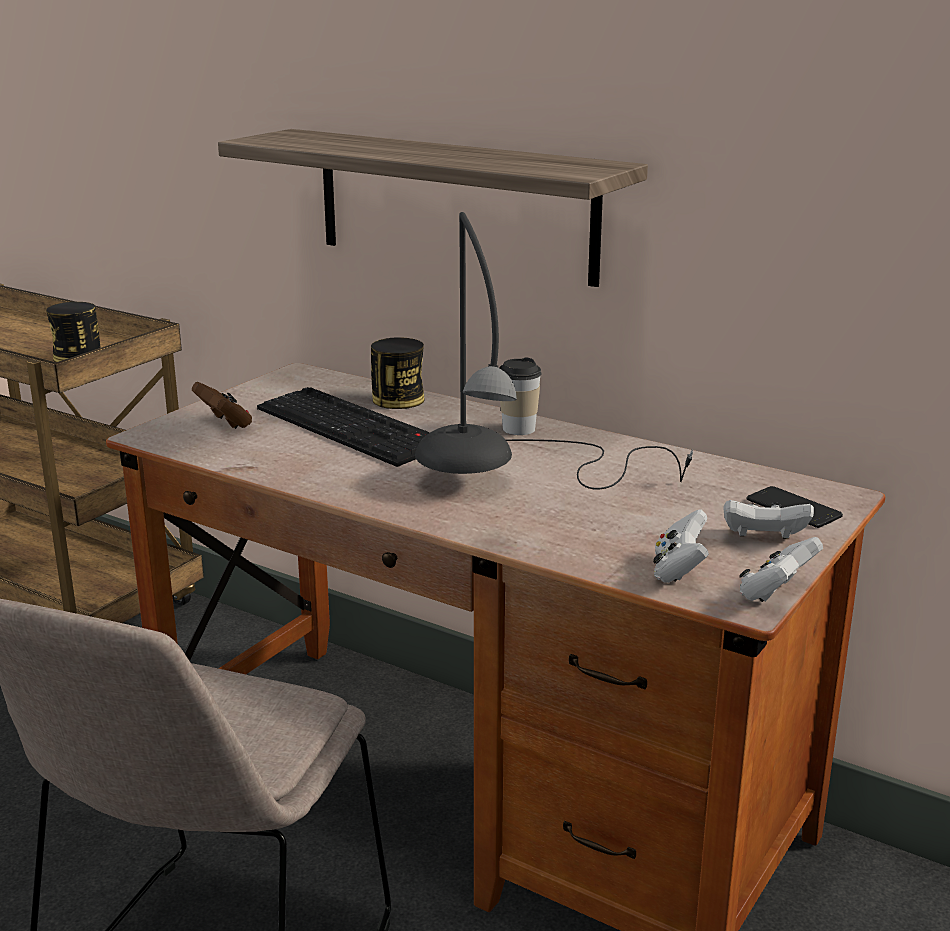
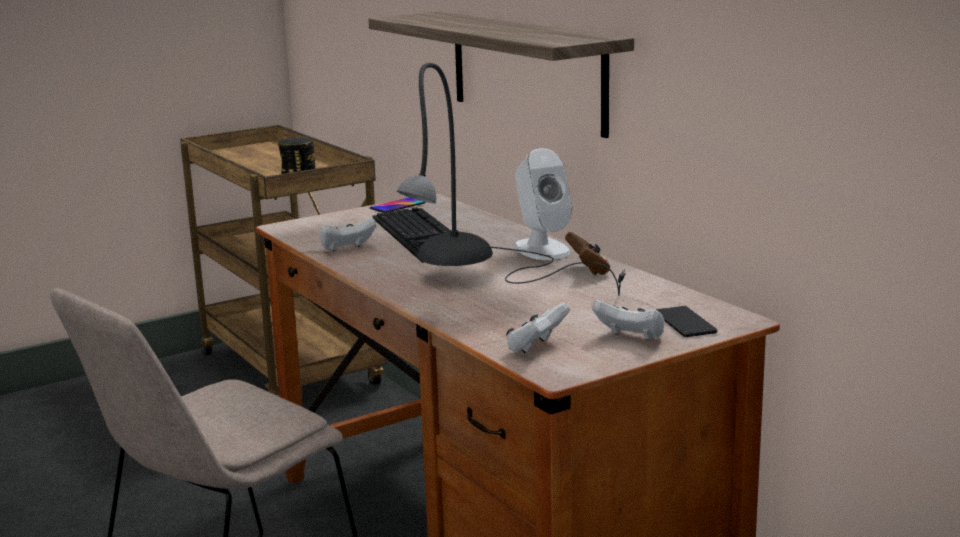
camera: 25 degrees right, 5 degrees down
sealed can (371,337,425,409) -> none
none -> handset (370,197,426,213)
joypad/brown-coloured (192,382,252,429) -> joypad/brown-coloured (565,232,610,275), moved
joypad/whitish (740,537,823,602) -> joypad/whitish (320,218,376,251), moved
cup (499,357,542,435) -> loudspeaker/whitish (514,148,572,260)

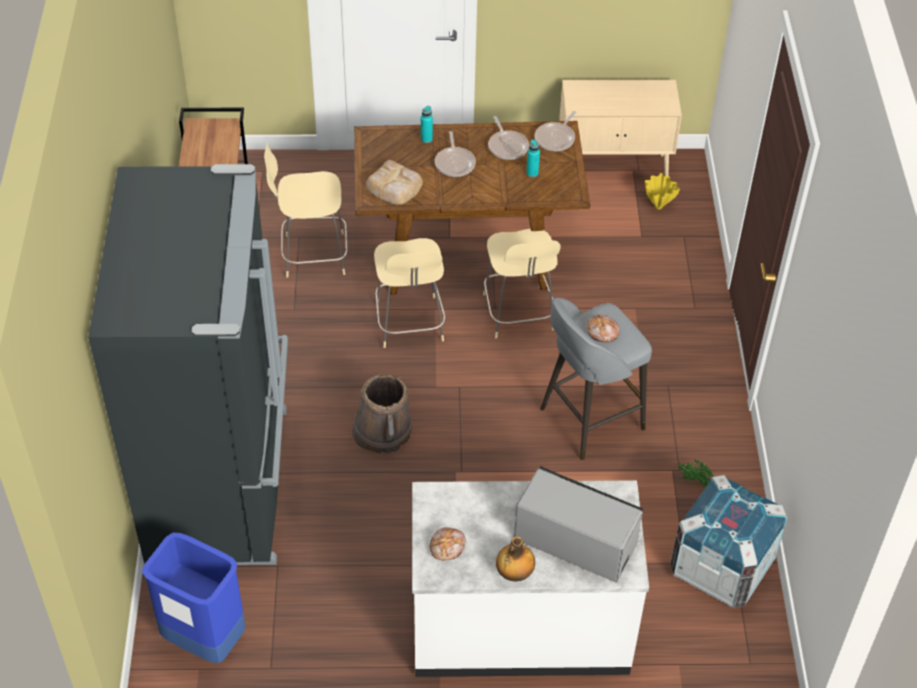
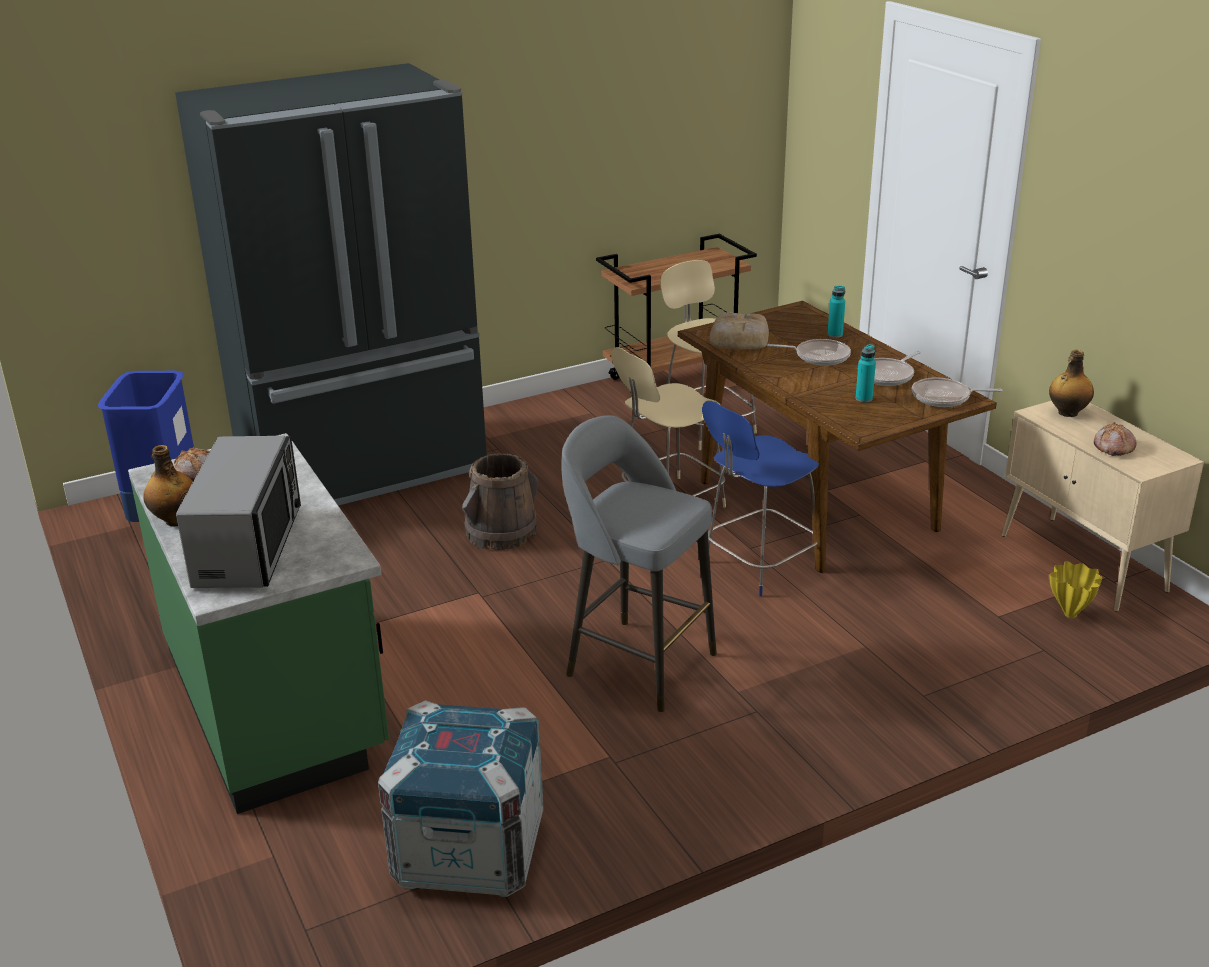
camera: 65 degrees right, 20 degrees down
houseplant (677,459,714,488) -> none
none -> drink bottle (1049,350,1094,417)
baked bread (586,315,619,342) -> baked bread (1094,422,1137,456), moved
counter/whitish (412,480,649,677) -> counter/greenish (128,433,389,814)
plain chair/sand-coloured (483,228,561,338) -> plain chair/blue (702,401,819,596)
pan (435,131,476,177) -> pan (767,339,851,366), 135 degrees counterclockwise

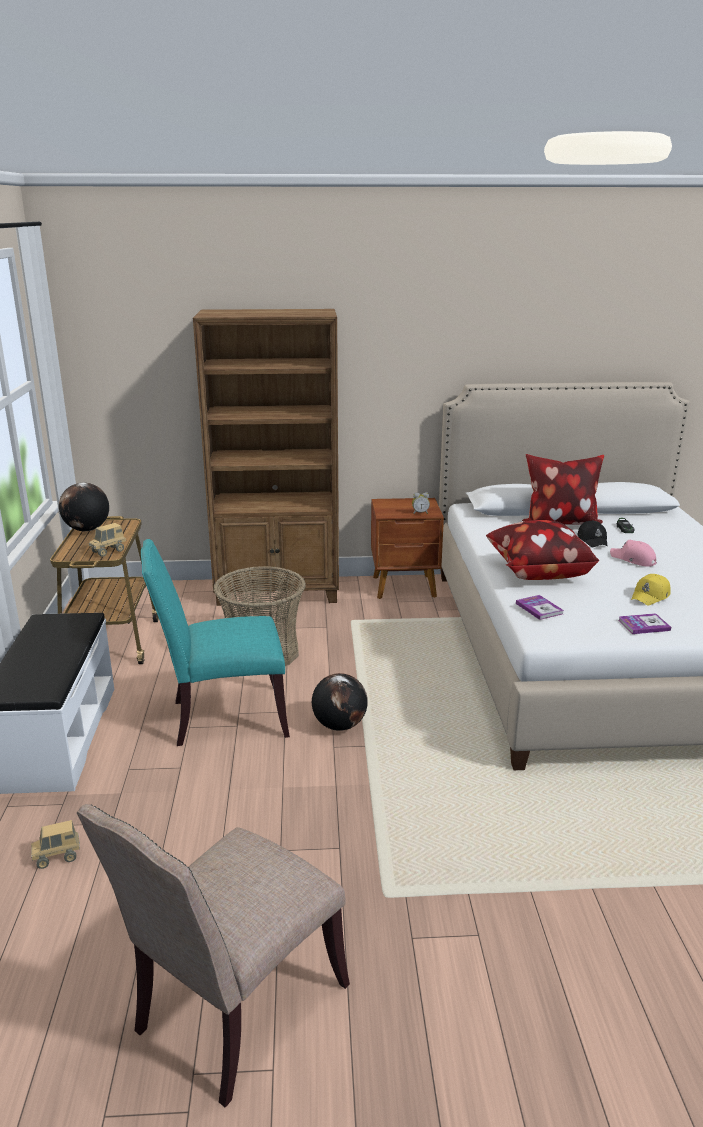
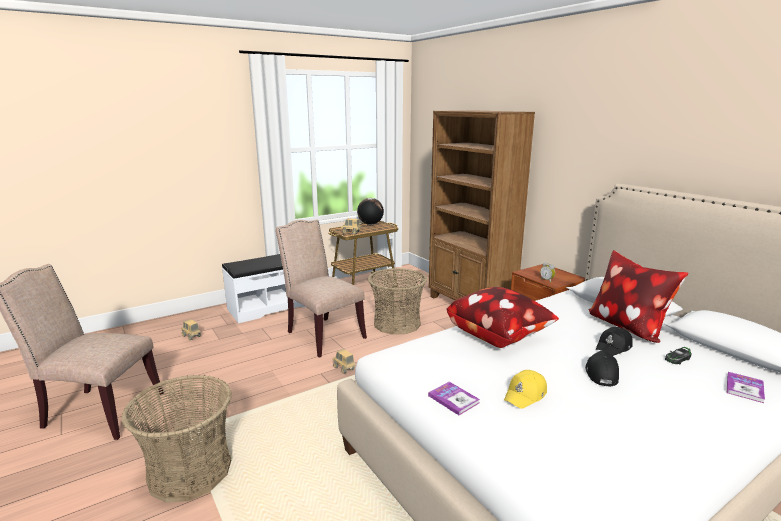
camera: 60 degrees right, 5 degrees down
none -> basket (122,375,232,503)
volume (516,595,564,620) -> volume (727,372,765,403), moved
world globe (312,673,368,731) -> model truck (333,349,356,374)
plain chair/turquoise-coloured (141,539,290,746) -> plain chair/sand-coloured (276,220,367,357)
peaked cap/pink (610,540,657,567) -> peaked cap/black (585,350,619,387)
peaked cap/yellow-coloured (631,574,671,605) -> peaked cap/yellow-coloured (504,370,547,409), 60 degrees counterclockwise

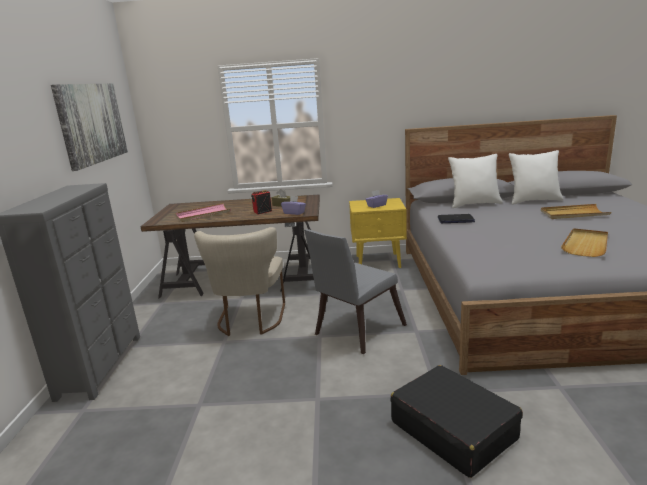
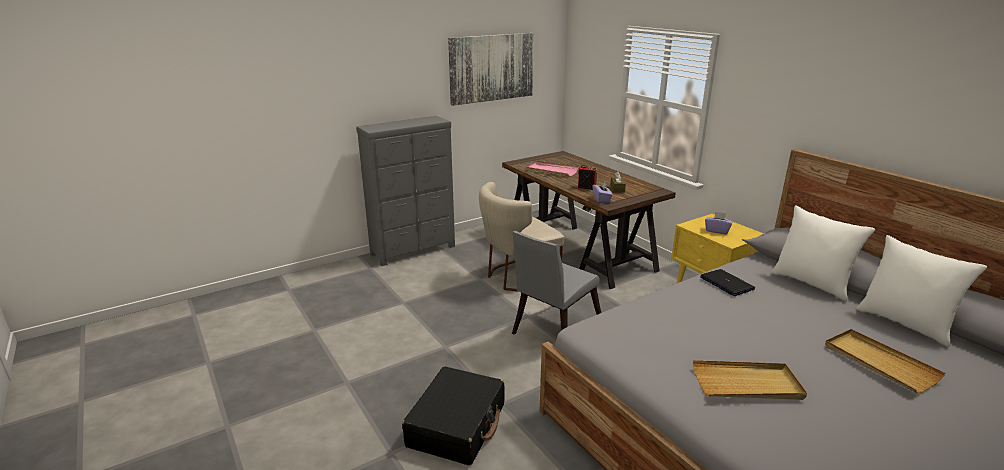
camera: 55 degrees right, 5 degrees up
plain chair/gray (304,229,407,354) -> plain chair/gray (512,231,601,334), 60 degrees counterclockwise

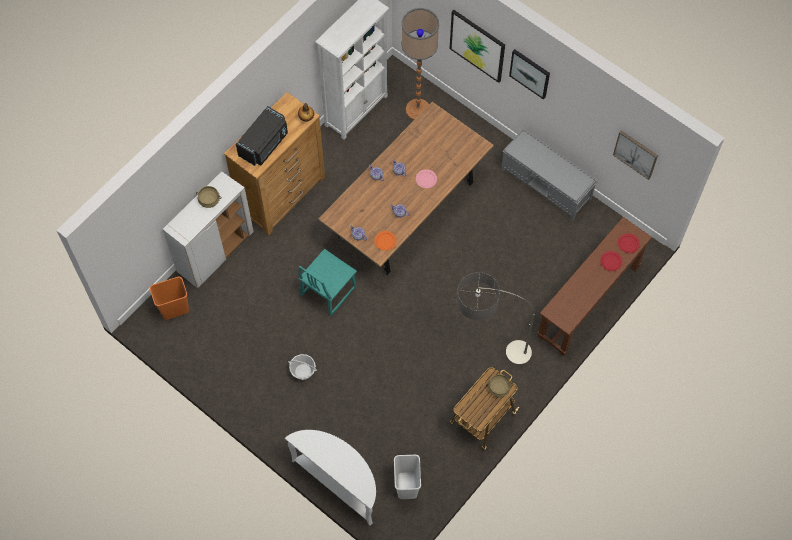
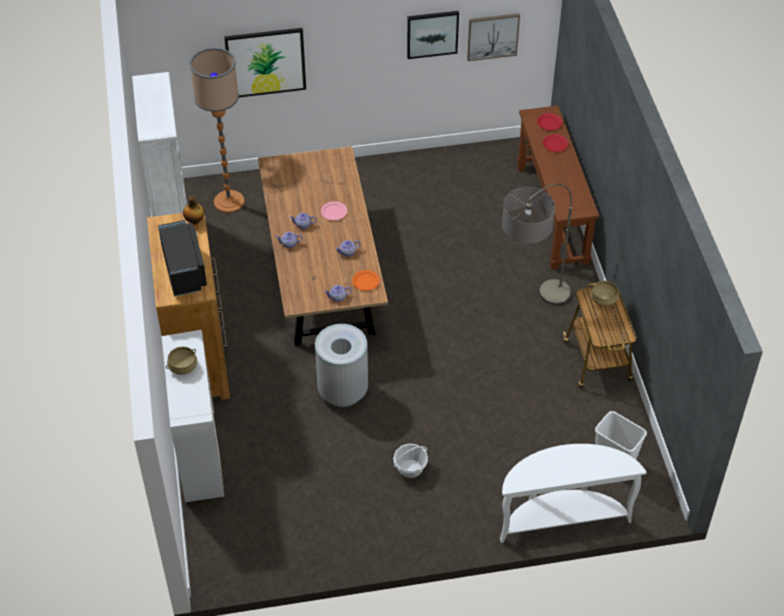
camera: 50 degrees left, 15 degrees down
waste bin/orange-coloured (150,277,189,320) -> none
bench/gray (501,129,597,220) -> none
picture (509,49,550,100) -> picture (407,11,459,59), moved
plain chair/turquoise-coloured (298,249,357,316) -> waste bin/gray (315,324,368,407)

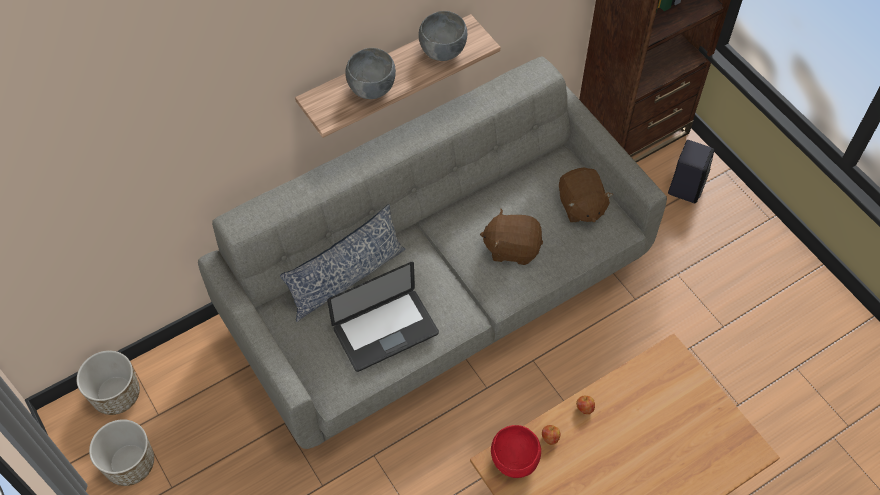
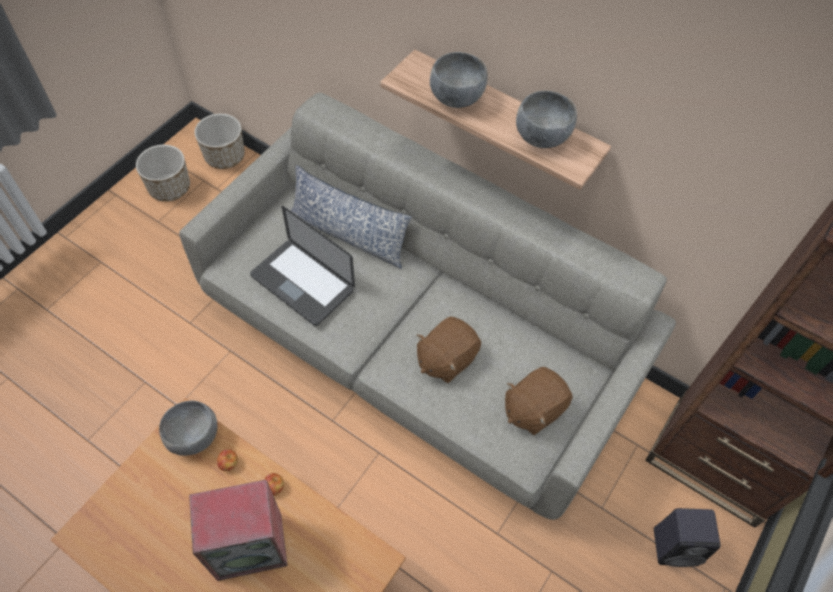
camera: 65 degrees right, 0 degrees up
none -> loudspeaker (189,480,288,581)
serving bowl/reddish (491,425,541,478) -> serving bowl/gray (159,401,217,456)
plush toy/brown-coloured (480,208,543,265) -> plush toy/brown-coloured (417,317,481,383), 120 degrees counterclockwise

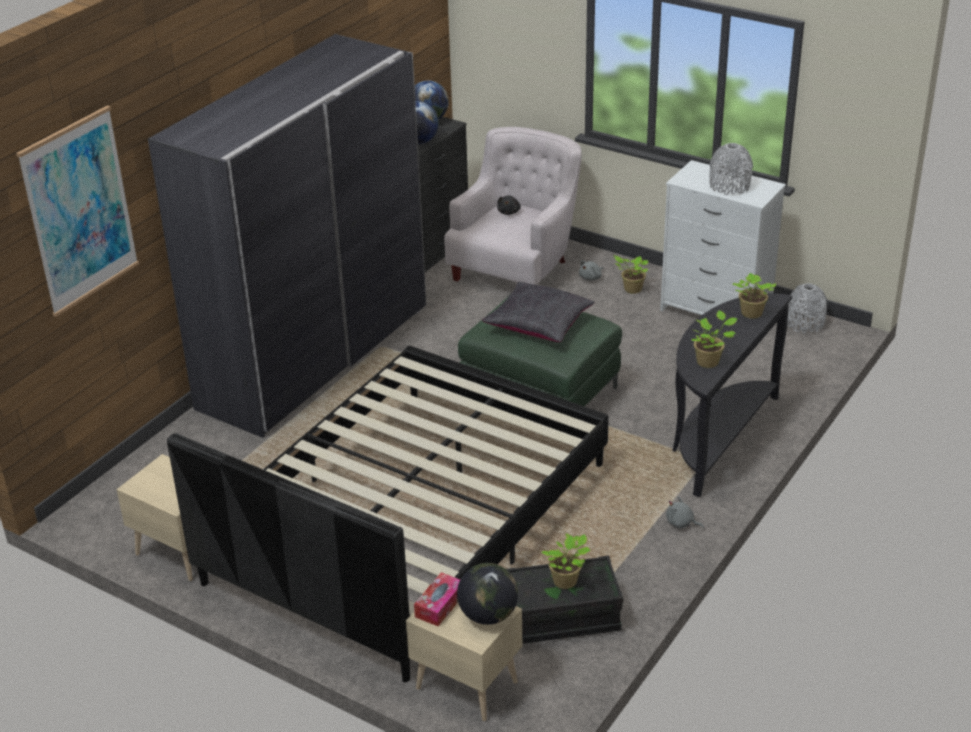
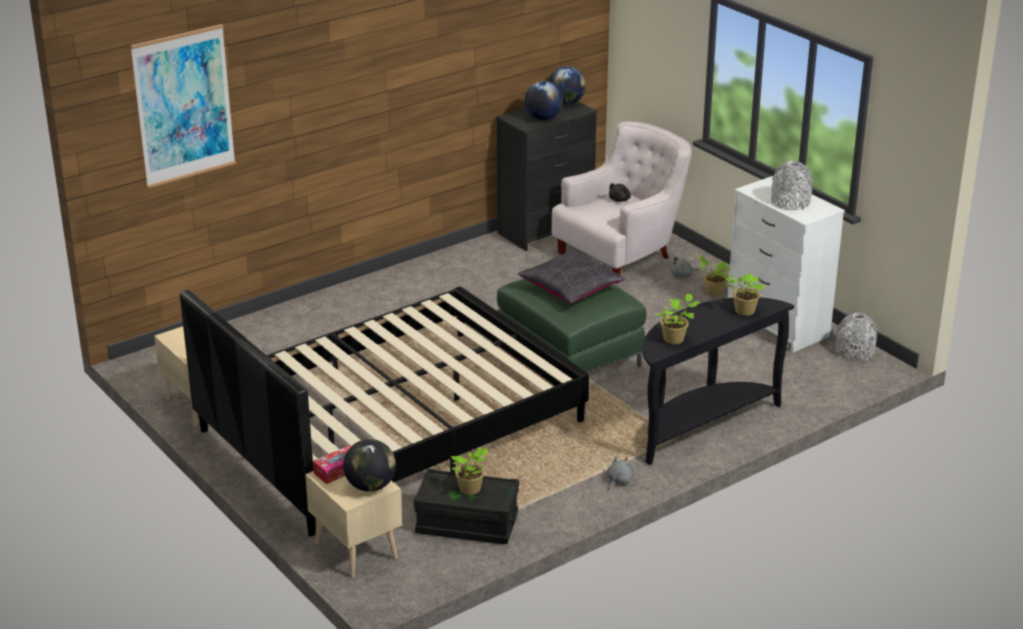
camera: 20 degrees right, 5 degrees down
wardrobe/gray (148,34,427,438) -> none
plush toy/gray (666,496,704,529) -> plush toy/gray (606,455,634,490), 75 degrees clockwise

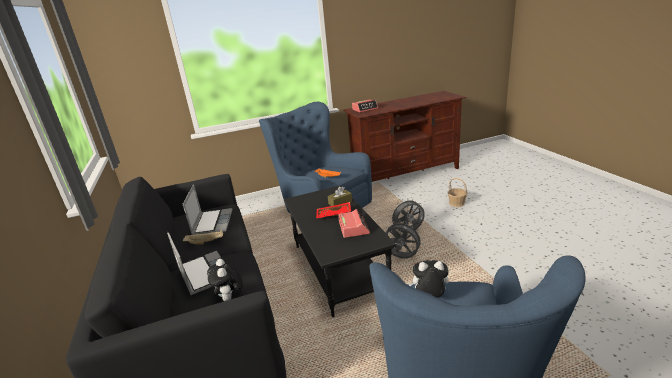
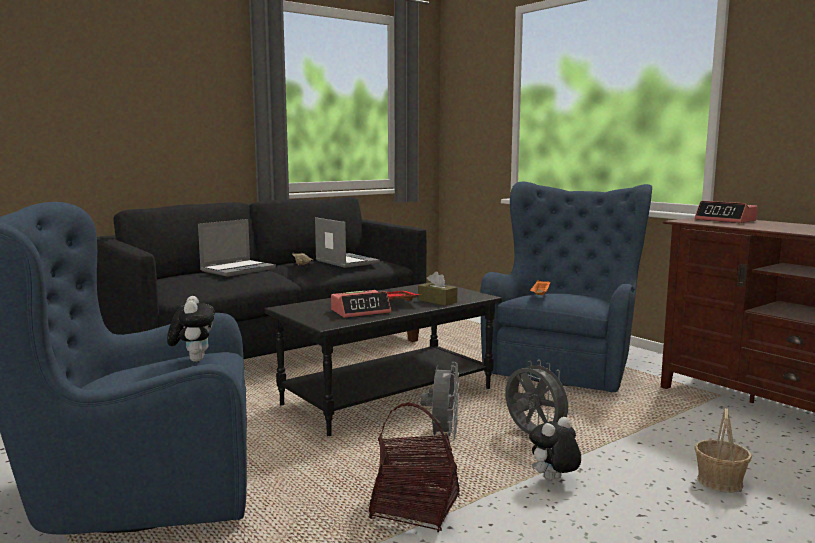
camera: 70 degrees right, 15 degrees down
none -> basket (369,403,460,532)
plush toy (207,259,243,301) -> plush toy (529,417,581,481), moved
notebook computer (183,184,232,235) -> notebook computer (315,217,380,268), 105 degrees counterclockwise

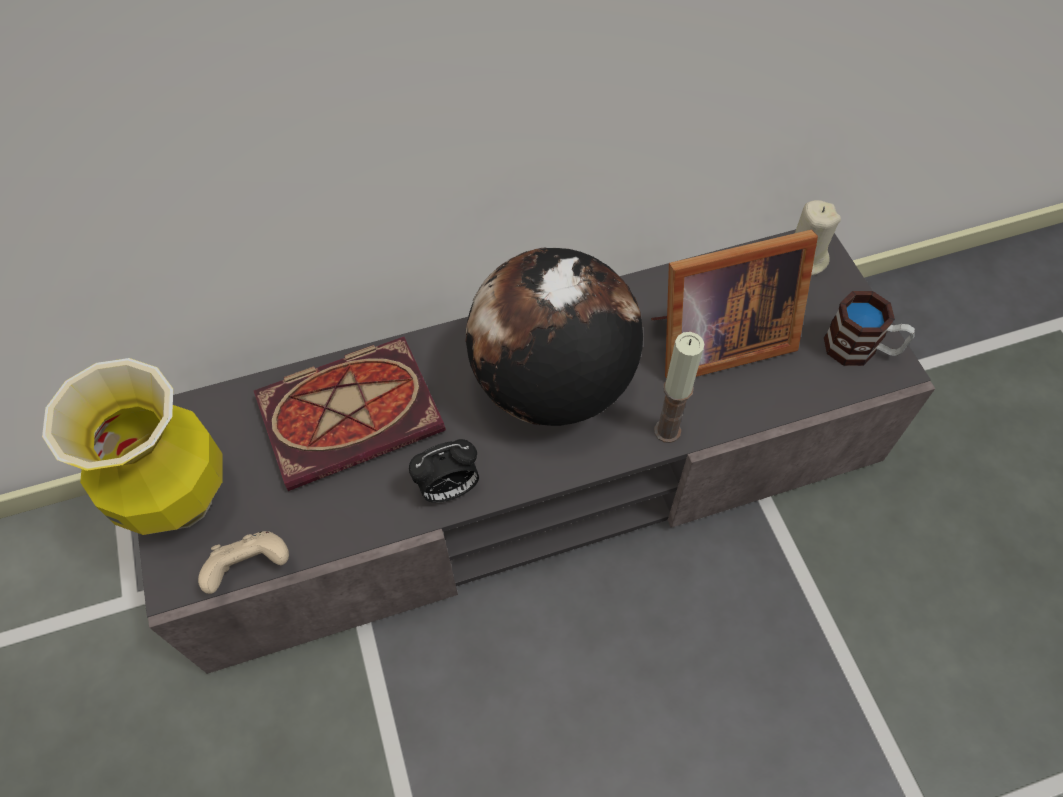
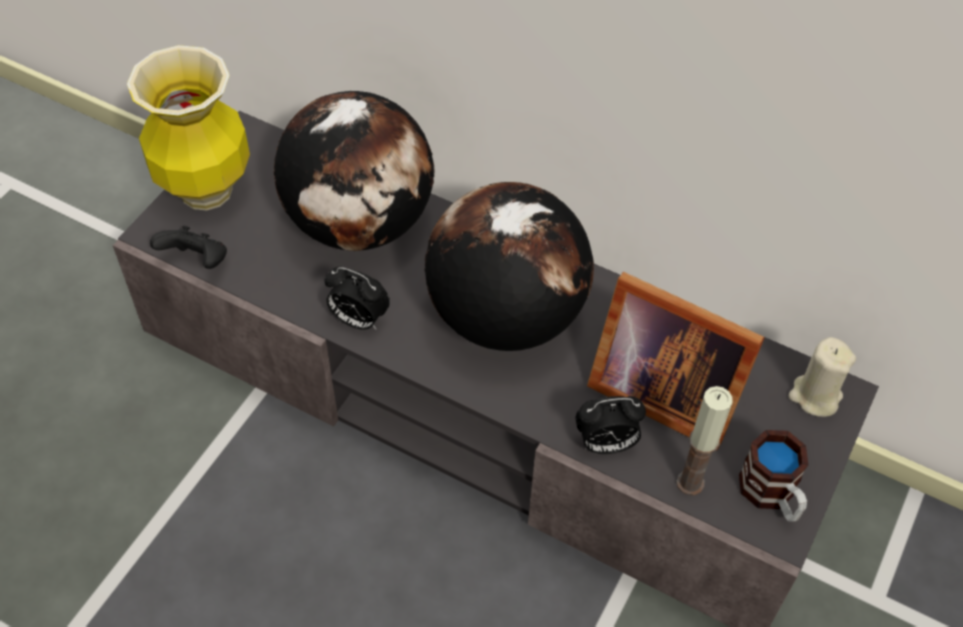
camera: 45 degrees right, 5 degrees down
none -> bedside clock (575,396,646,454)
candle (654,332,704,443) -> candle (676,386,732,495), moved
volume (254,337,446,491) -> world globe (274,91,434,251)
joypad/sand-coloured (198,531,289,594) -> joypad/black (150,226,227,269)

